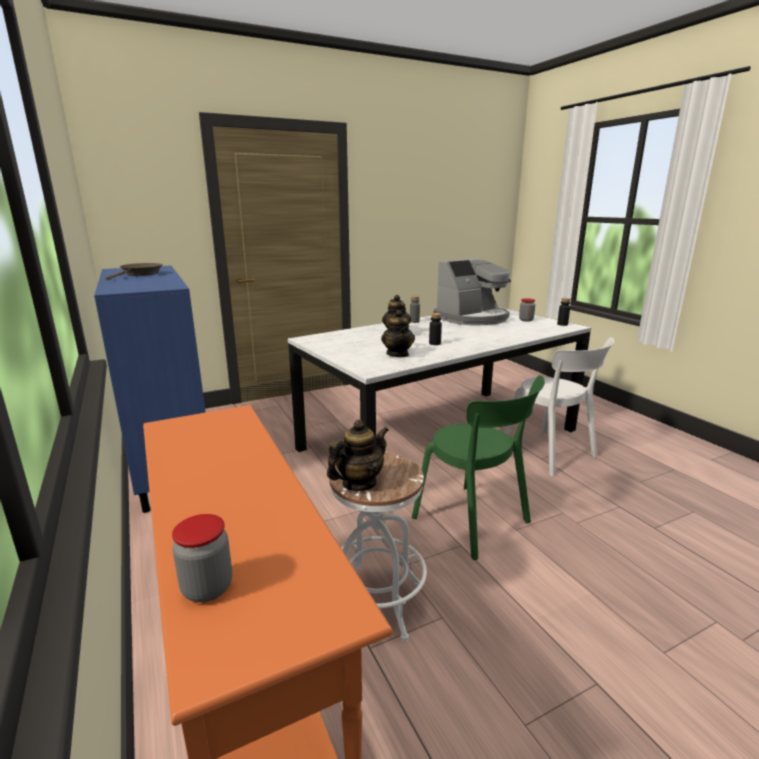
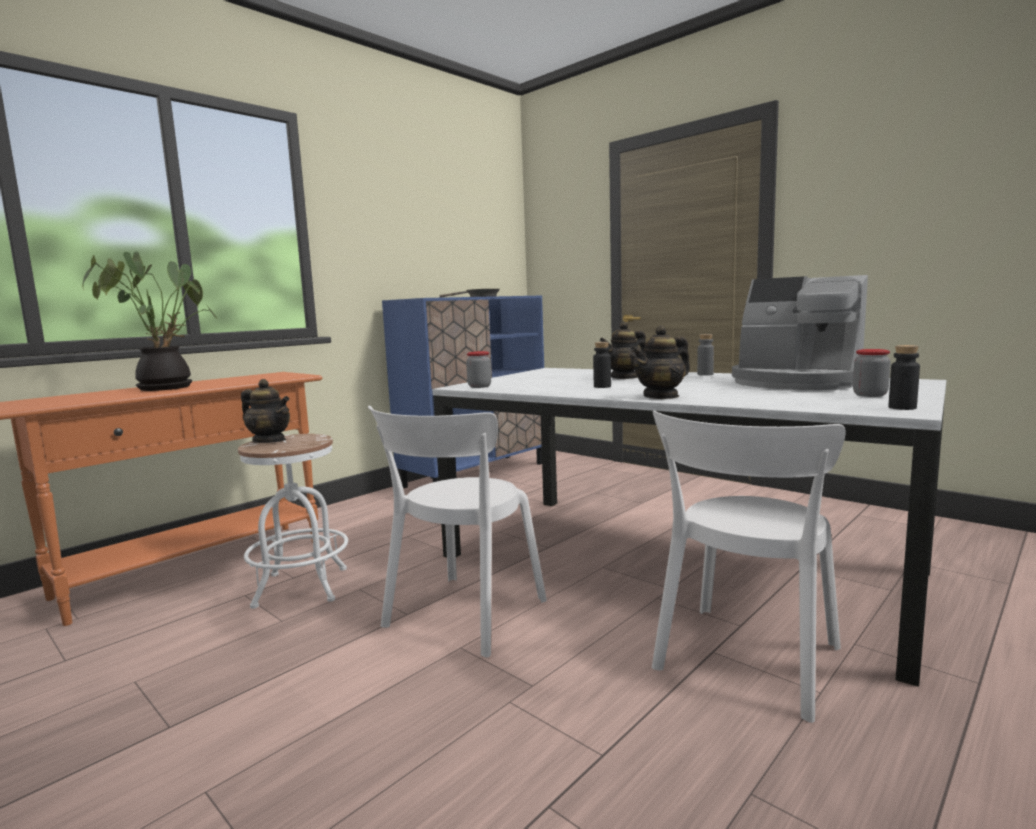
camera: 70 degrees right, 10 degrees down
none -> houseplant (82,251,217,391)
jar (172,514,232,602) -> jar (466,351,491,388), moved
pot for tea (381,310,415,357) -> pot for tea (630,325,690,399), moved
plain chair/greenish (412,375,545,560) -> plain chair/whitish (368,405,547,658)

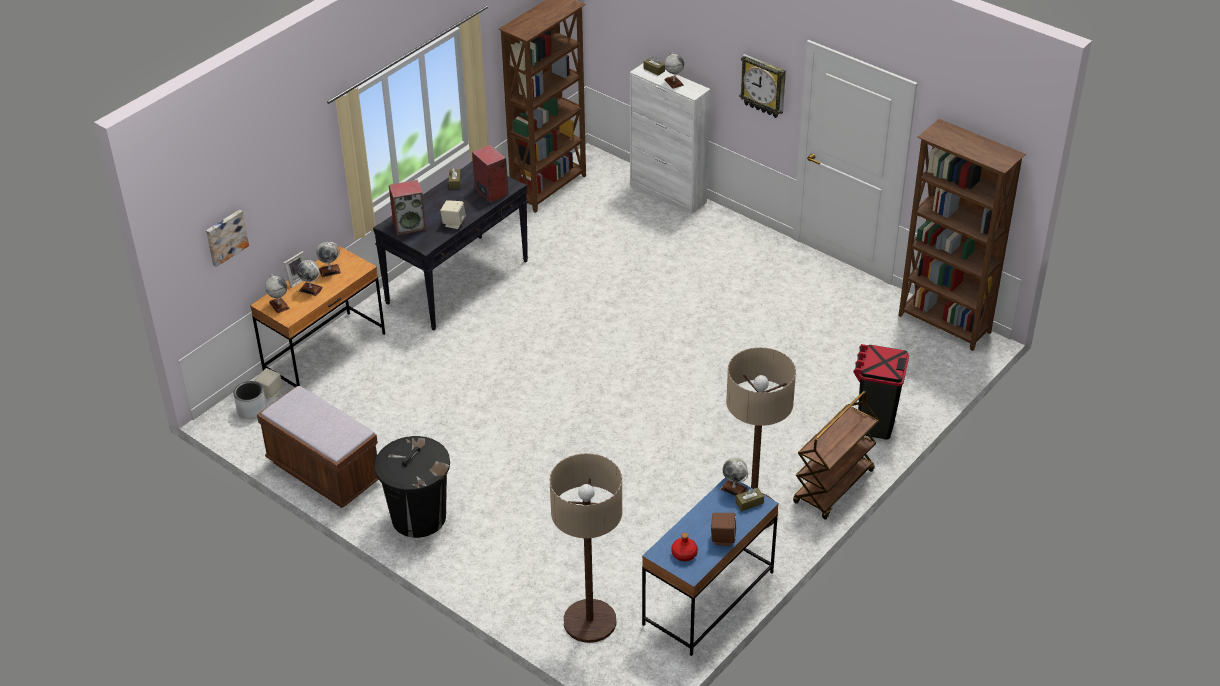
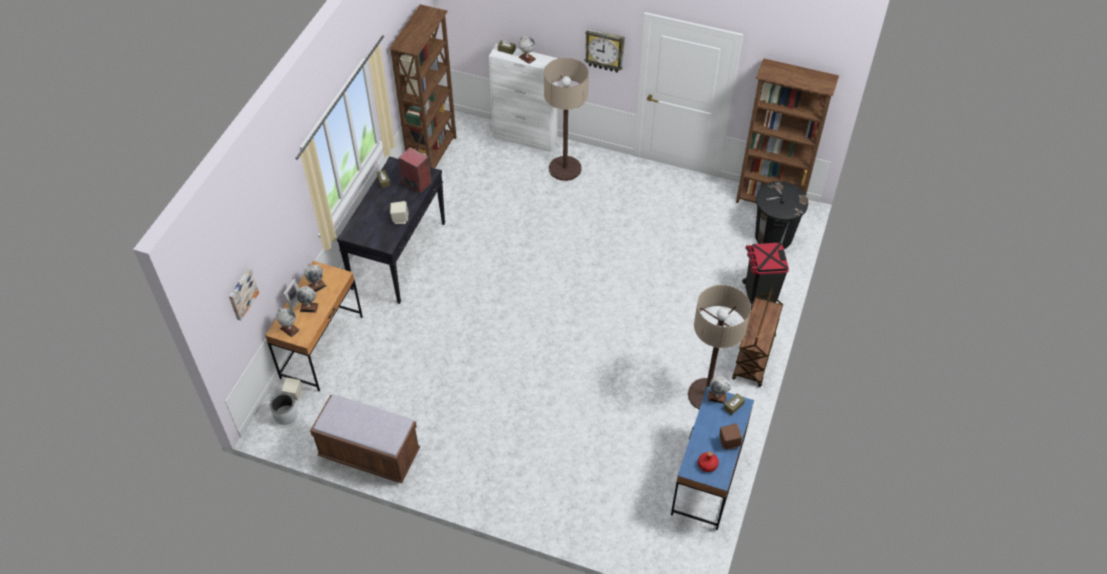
camera: 20 degrees left, 10 degrees up
loudspeaker (389,180,426,235) -> none
waste bin/black (375,436,450,538) -> waste bin/black (755,181,808,249), moved
standing lamp (550,453,623,643) -> standing lamp (544,58,589,181), moved

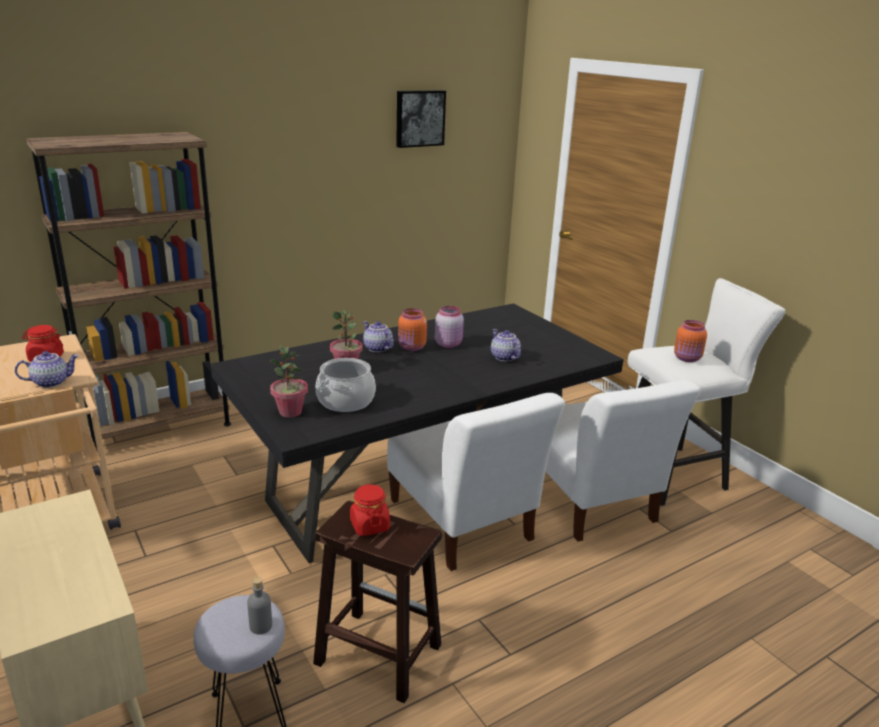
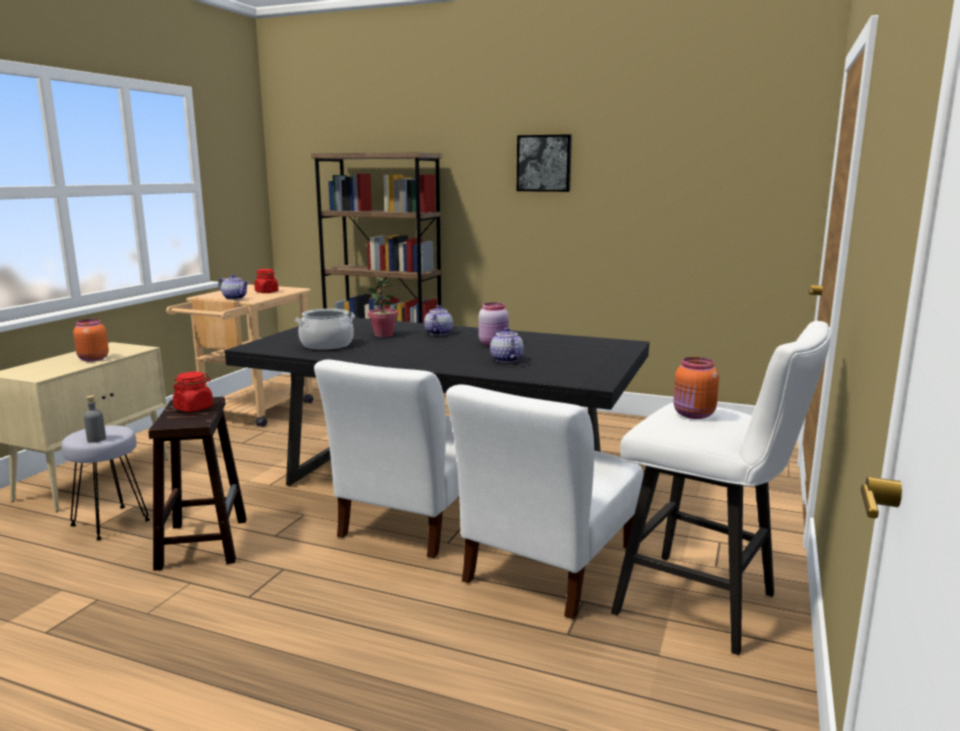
camera: 55 degrees right, 10 degrees down
houseplant (269,346,308,418) -> none
picture (396,90,446,148) -> picture (517,134,572,192), moved
jar/orange-coloured (398,308,427,351) -> jar/orange-coloured (73,319,109,361), moved
pot for tea (491,329,521,361) -> pot for tea (490,328,524,363), 45 degrees counterclockwise

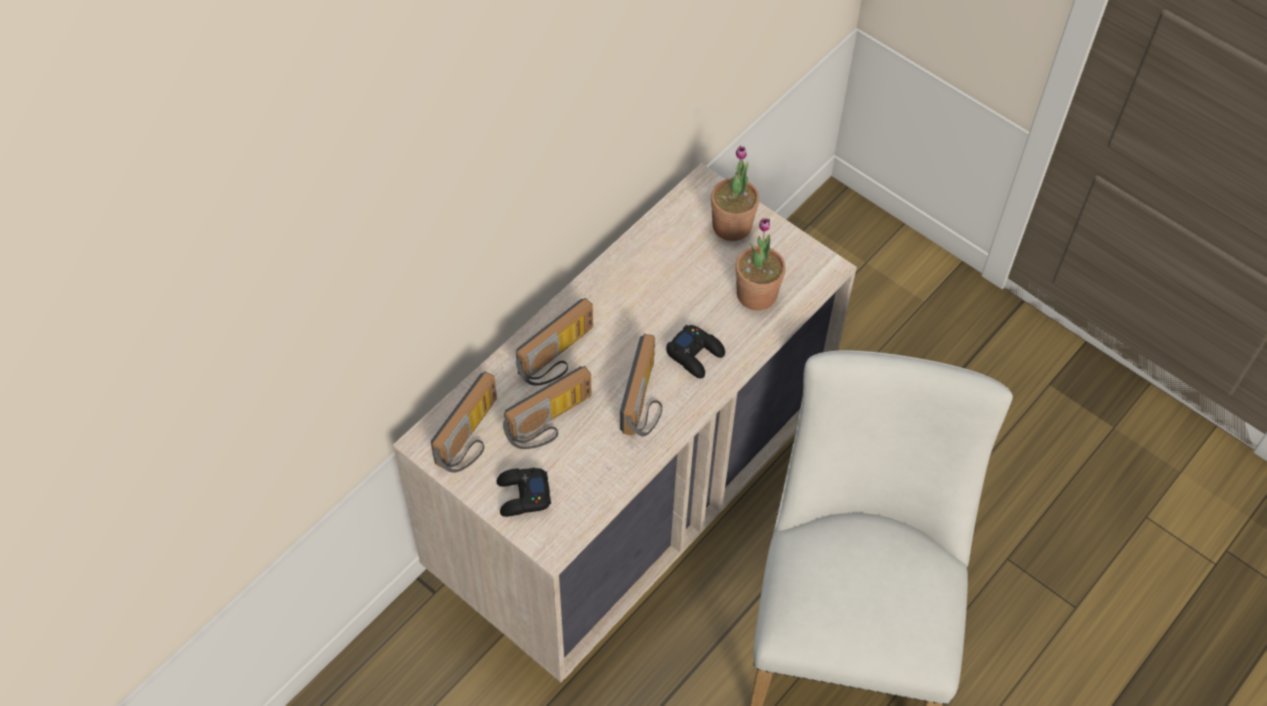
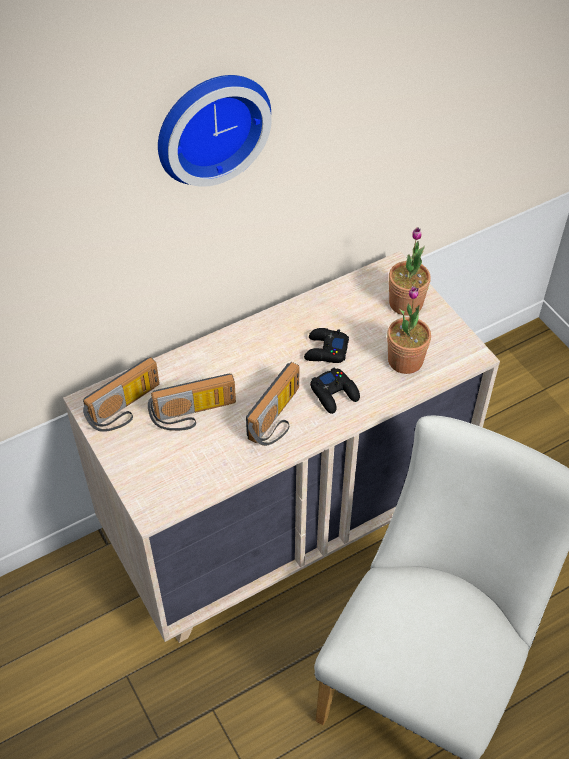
camera: 20 degrees right, 5 degrees down
radio receiver (516,298,593,386) -> none
none -> hanging clock (158,75,271,187)
joypad/black (497,467,551,517) -> joypad/black (304,328,349,363), moved

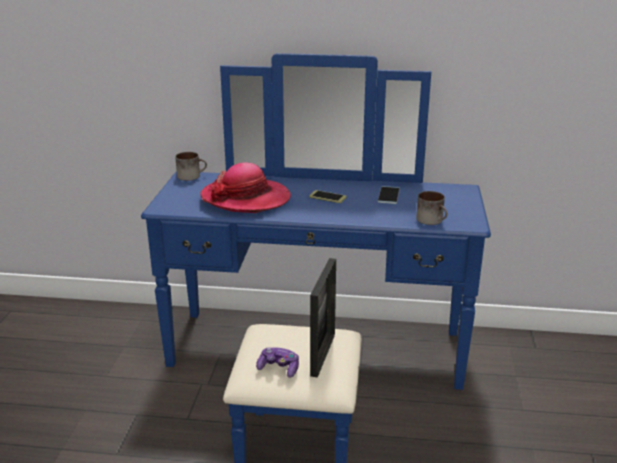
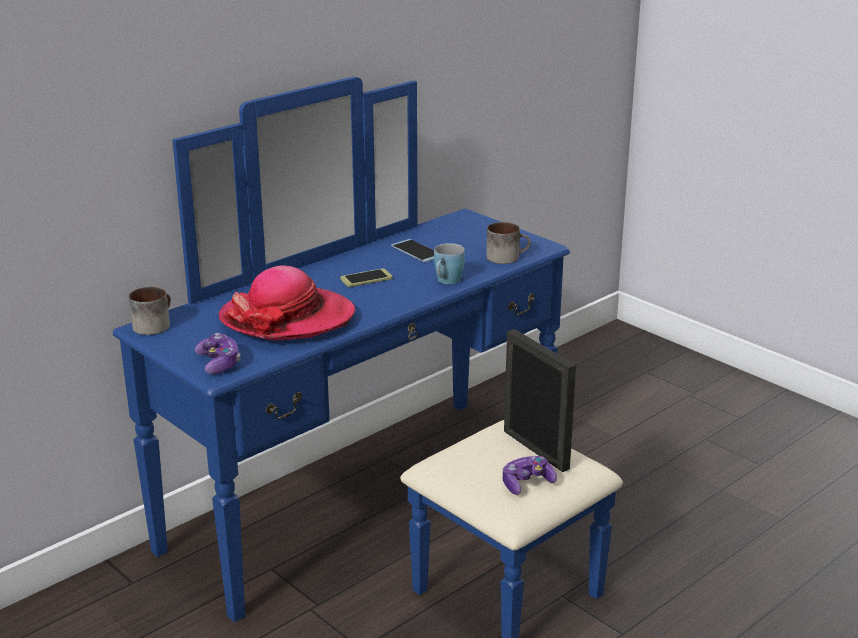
camera: 50 degrees left, 0 degrees up
none -> joypad (195,333,241,374)
none -> tea mug/blue (434,243,465,284)

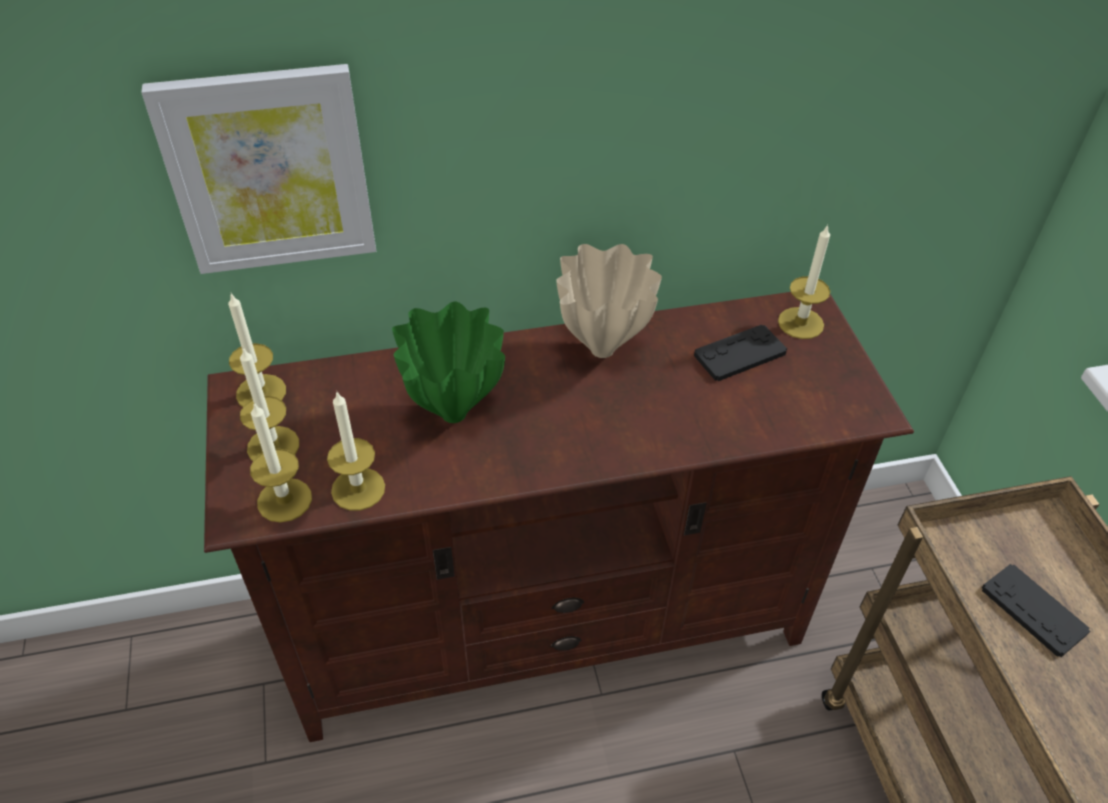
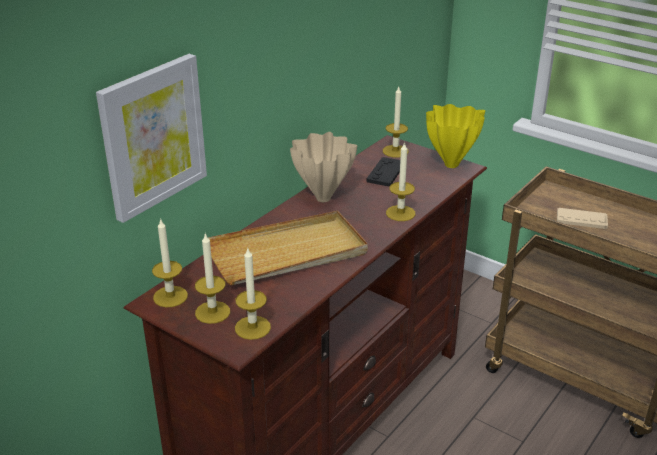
camera: 40 degrees left, 15 degrees down
none -> vase/yellow-coloured (426,104,485,168)
candle (327,392,385,511) -> candle (386,141,415,221), moved
vase/greenish (392,302,505,423) -> carrying tray/sand-coloured (208,211,368,285)
joypad/black (982,564,1090,657) -> joypad/sand-coloured (557,208,608,229)

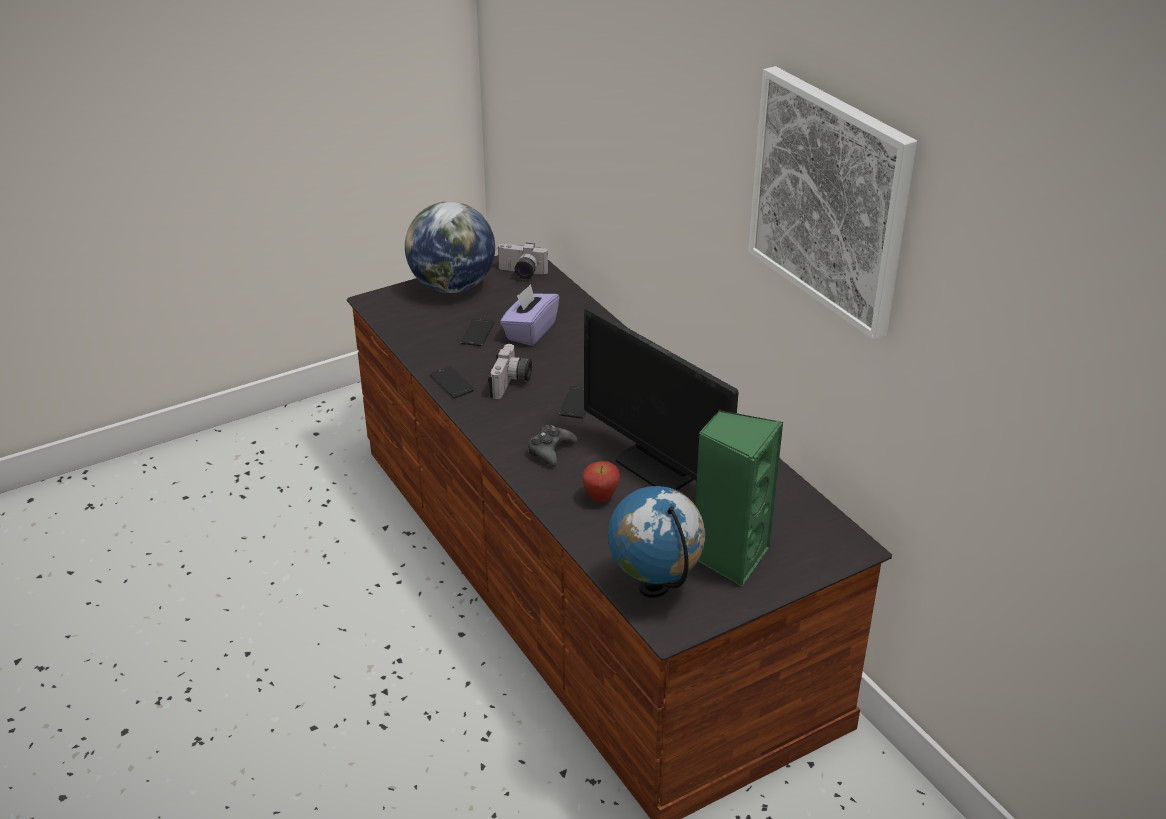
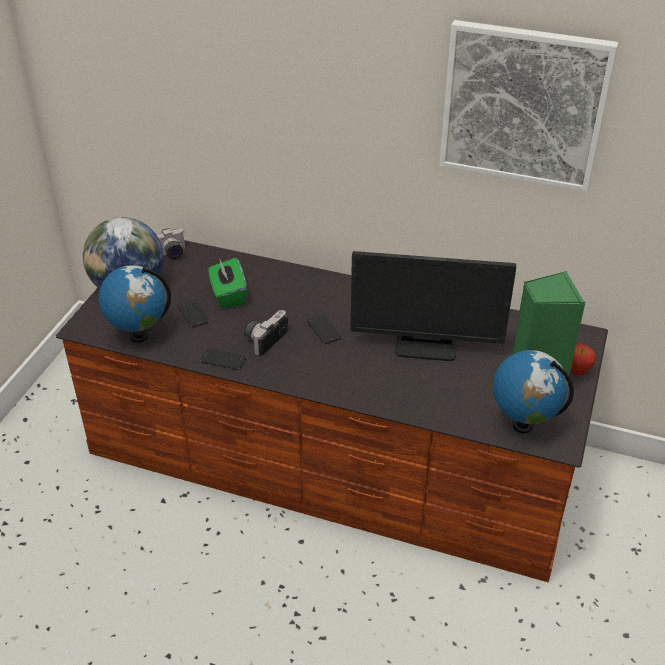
camera: 40 degrees left, 5 degrees up
joypad/black (528,425,578,466) -> none
none -> world globe (98,265,171,343)
apple (582,461,620,502) -> apple (570,344,596,375), moved
tissue holder/purplish (500,284,560,346) -> tissue holder/greenish (208,258,247,308)
still camera (488,344,532,399) -> still camera (244,310,288,356), 120 degrees counterclockwise

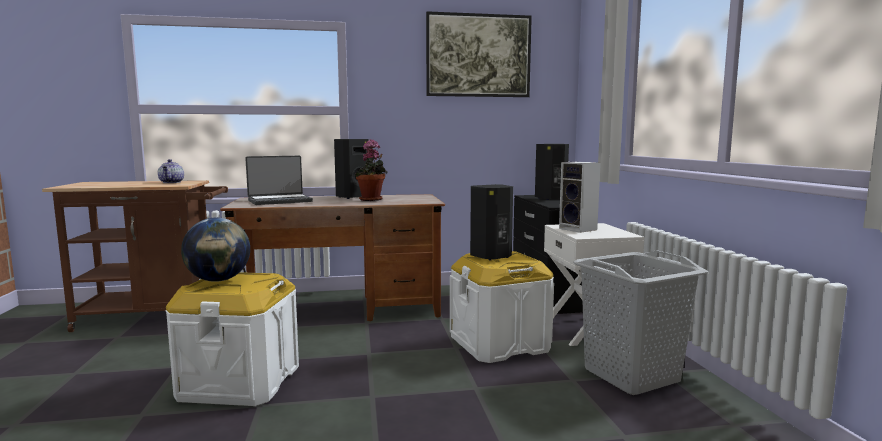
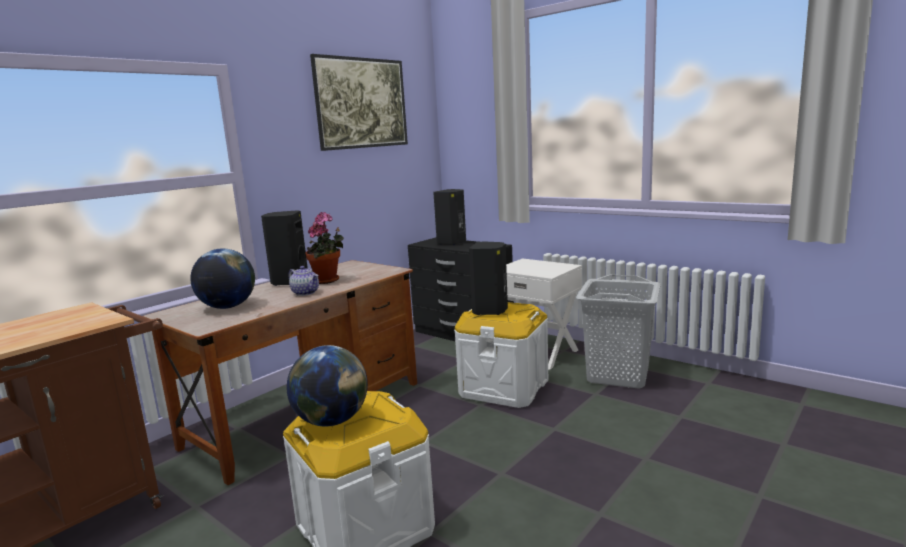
camera: 40 degrees left, 5 degrees up
loudspeaker (559,161,600,233) -> none
pot for tea (158,159,184,183) -> pot for tea (288,266,319,296), moved
notebook computer (245,156,313,205) -> world globe (190,248,255,309)

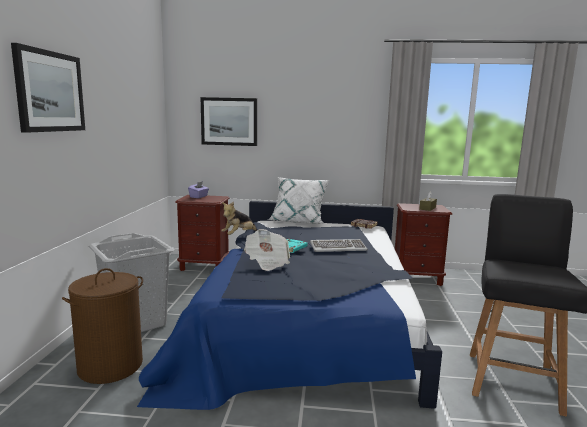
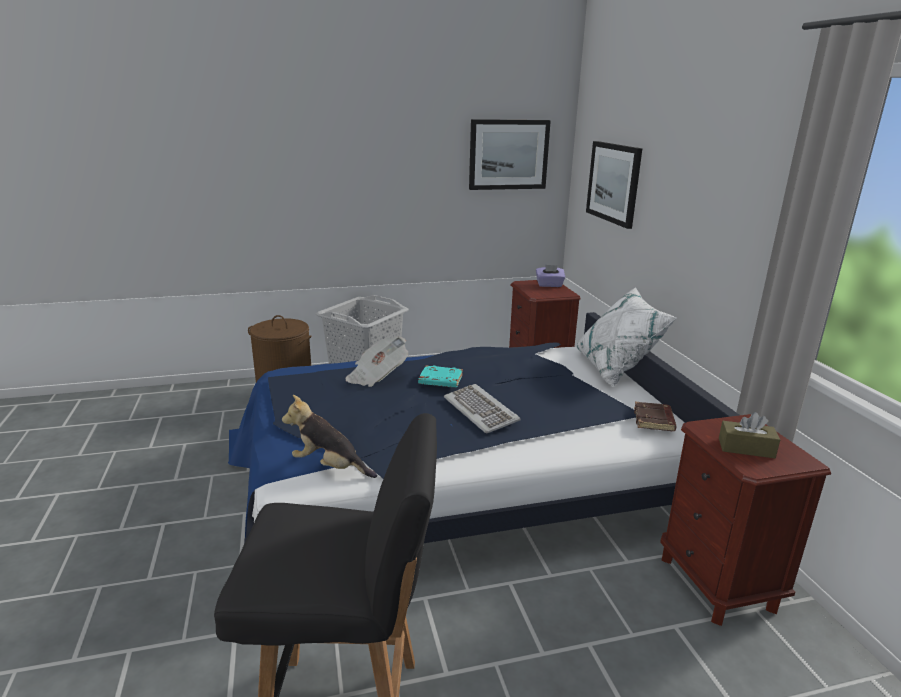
camera: 70 degrees right, 10 degrees up
picture (11,43,85,133) -> picture (469,119,551,190), moved
plush toy (221,202,257,235) -> plush toy (282,395,377,478), moved

